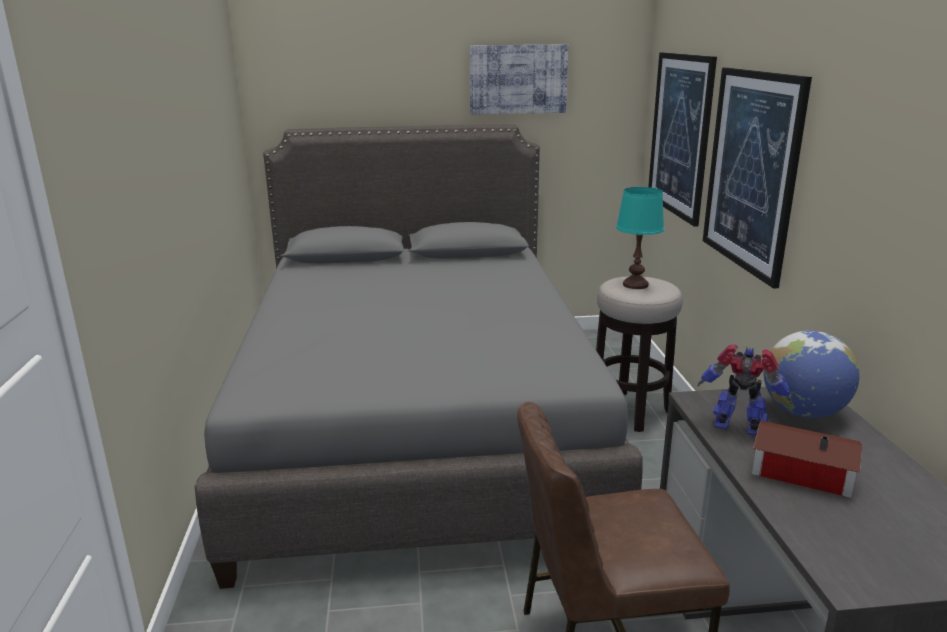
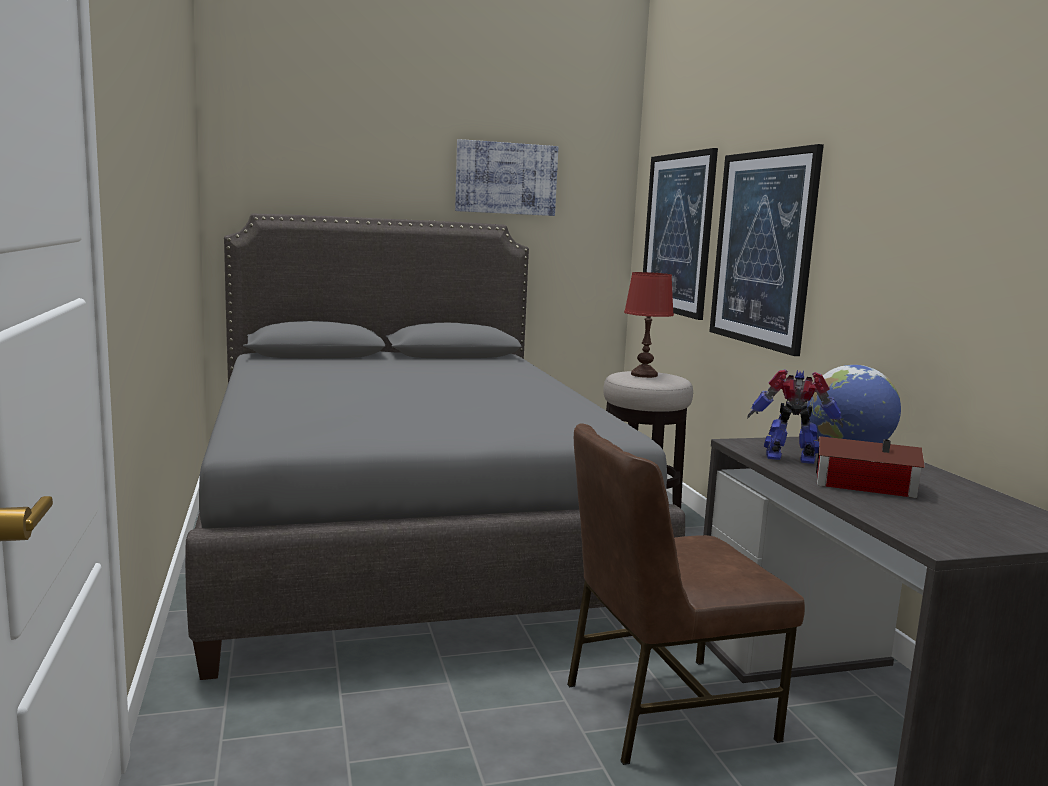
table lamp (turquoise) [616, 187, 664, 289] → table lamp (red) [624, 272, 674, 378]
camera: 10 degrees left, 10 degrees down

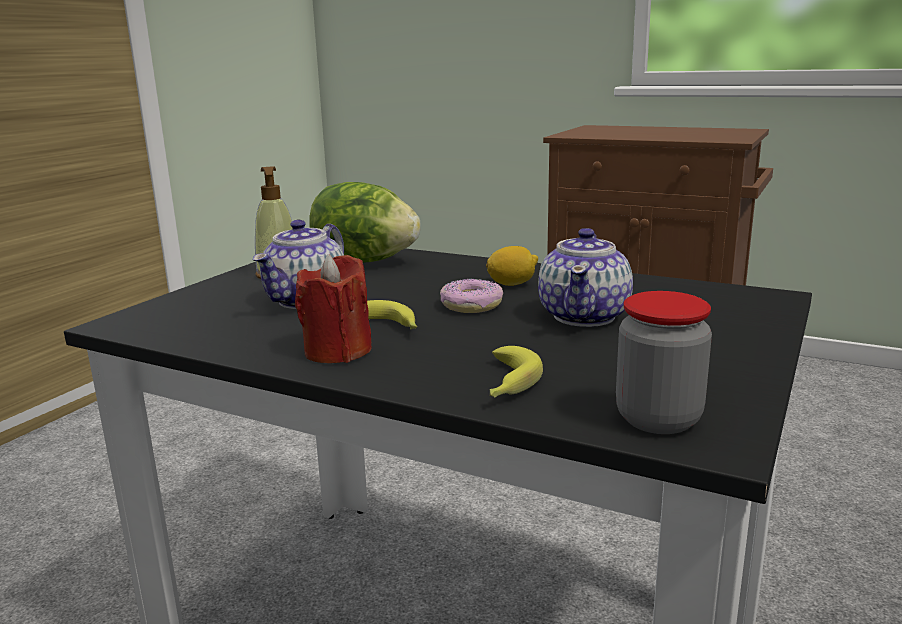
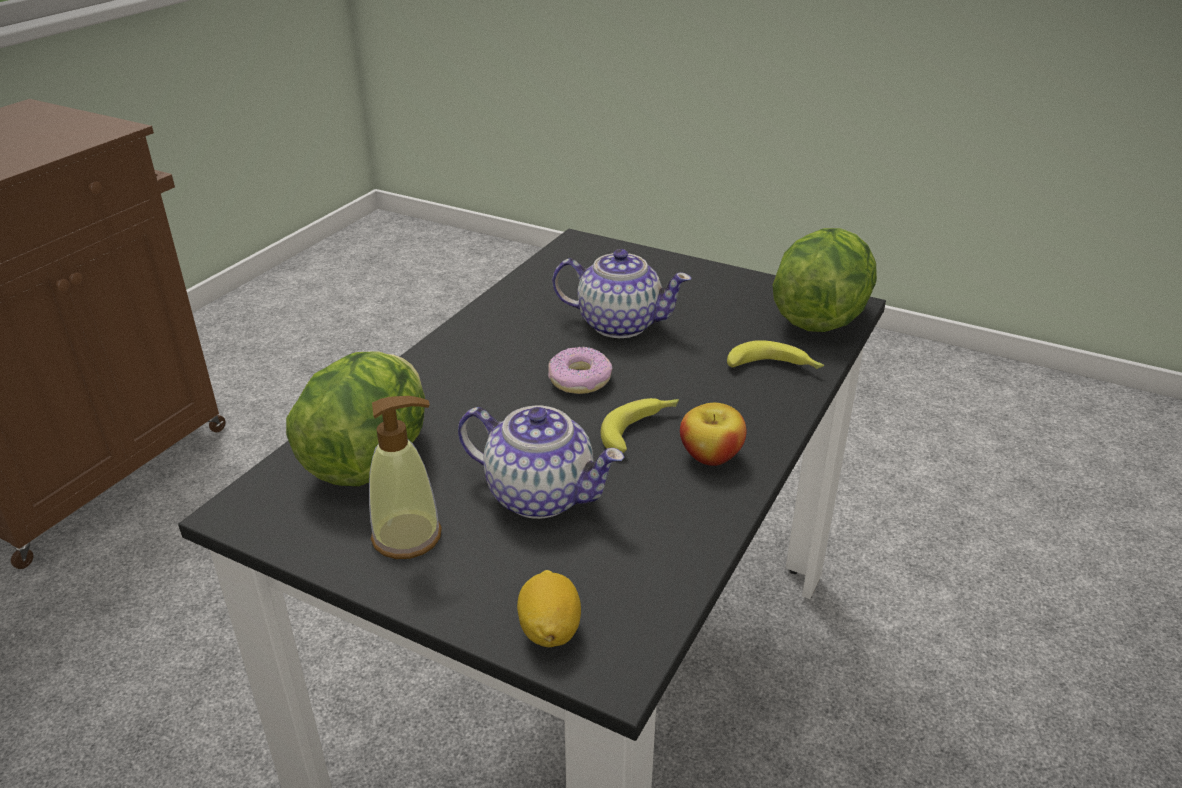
lemon [486, 246, 538, 286] → lemon [517, 570, 581, 647], move
candle (red) [295, 254, 372, 363] → apple [680, 403, 746, 466]
jar [616, 291, 712, 434] → lettuce [773, 228, 877, 332]
camera: 90 degrees left, 15 degrees up

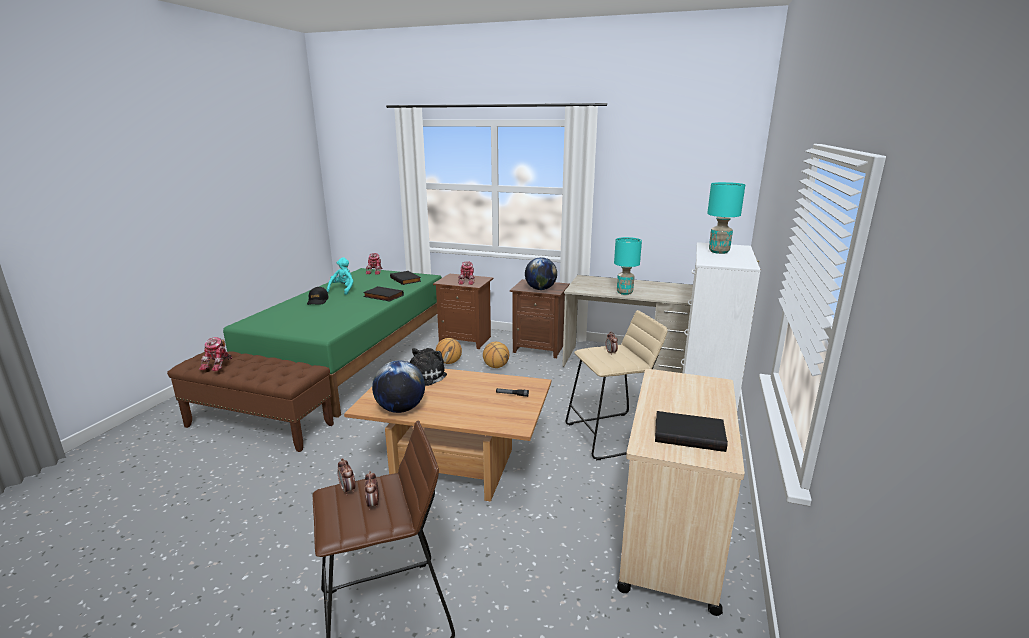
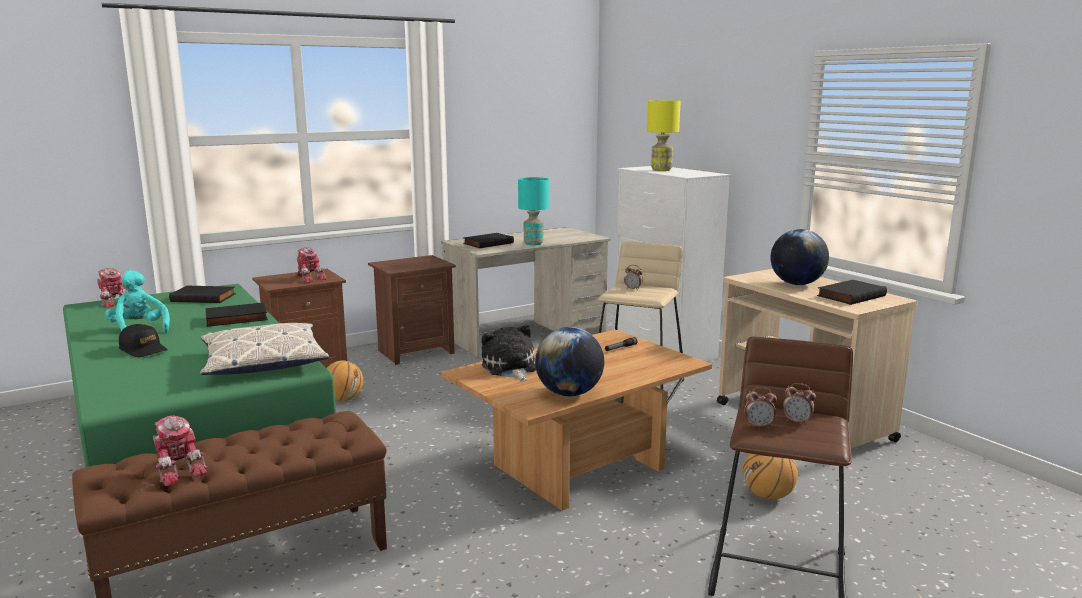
- → pillow [200, 323, 329, 375]
- → book (black) [463, 233, 514, 248]
basketball [483, 342, 509, 368] → basketball [743, 453, 798, 500], move
globe [525, 257, 557, 290] → globe [770, 229, 829, 285], move
table lamp (turquoise) [707, 182, 745, 254] → table lamp (yellow) [647, 100, 681, 171]
camera: 50 degrees left, 5 degrees down

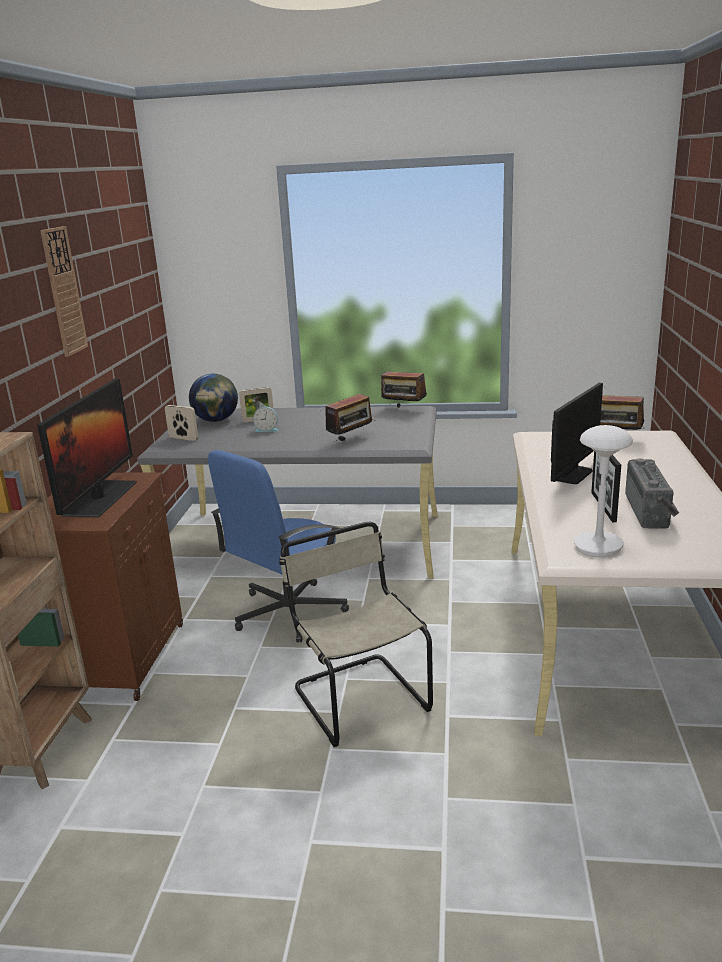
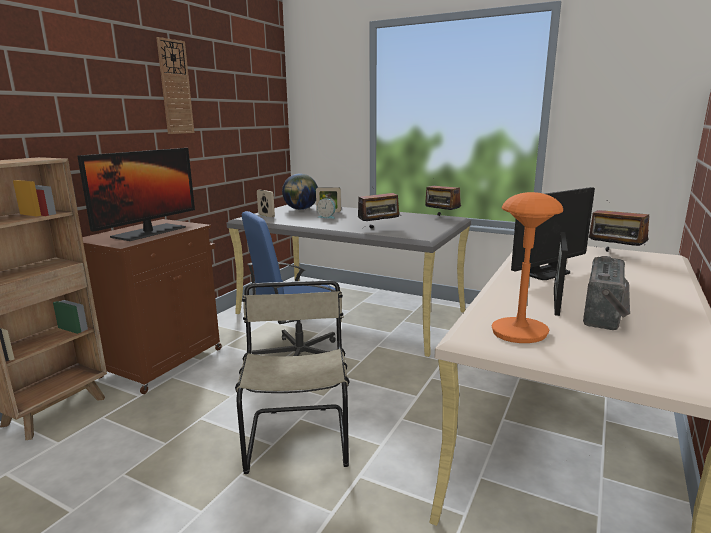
table lamp (white) [574, 425, 633, 557] → table lamp (orange) [491, 192, 563, 343]
camera: 20 degrees right, 5 degrees down

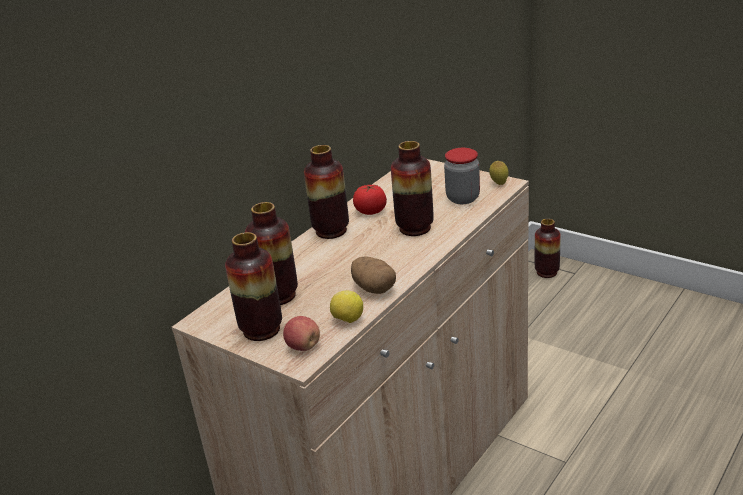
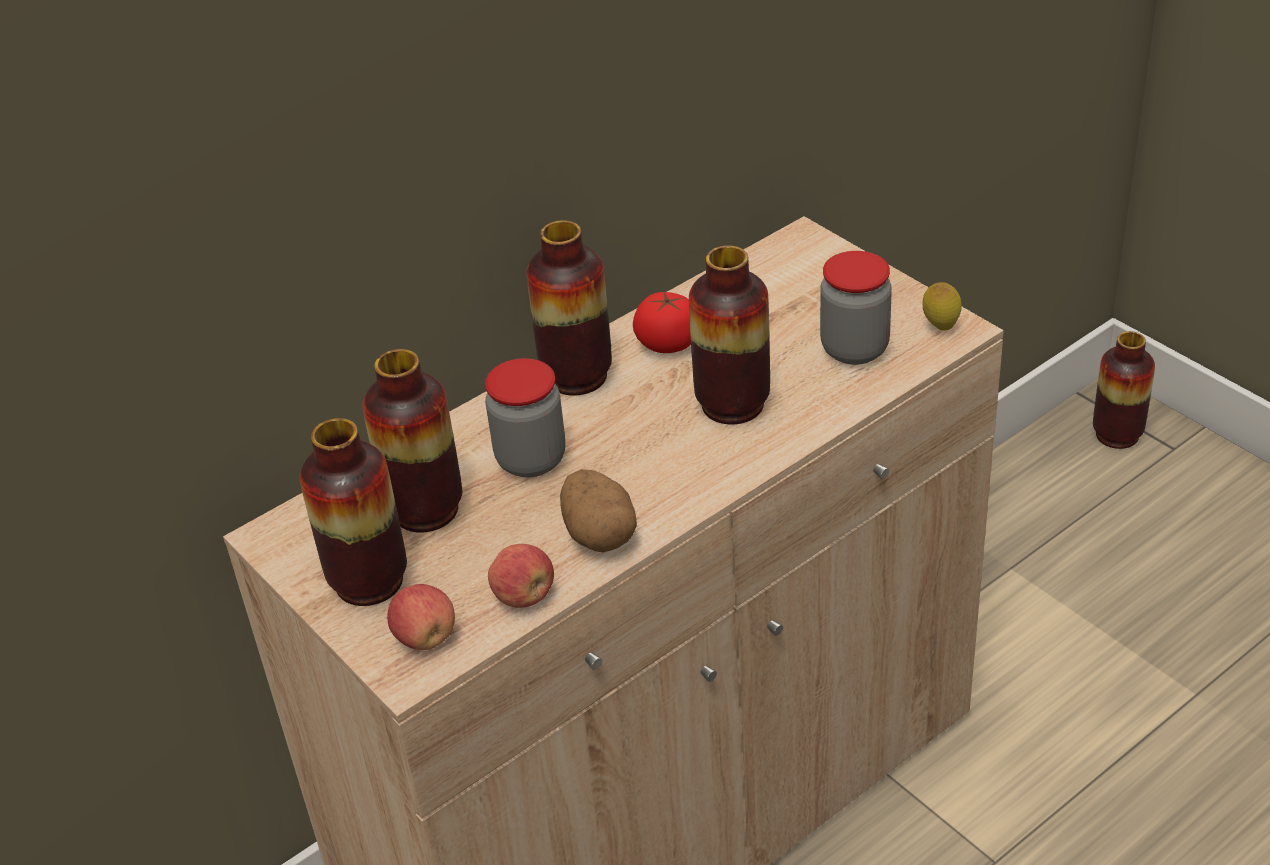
- → jar [485, 358, 566, 477]
lemon [330, 291, 363, 323] → apple [488, 544, 554, 608]
camera: 15 degrees right, 10 degrees up

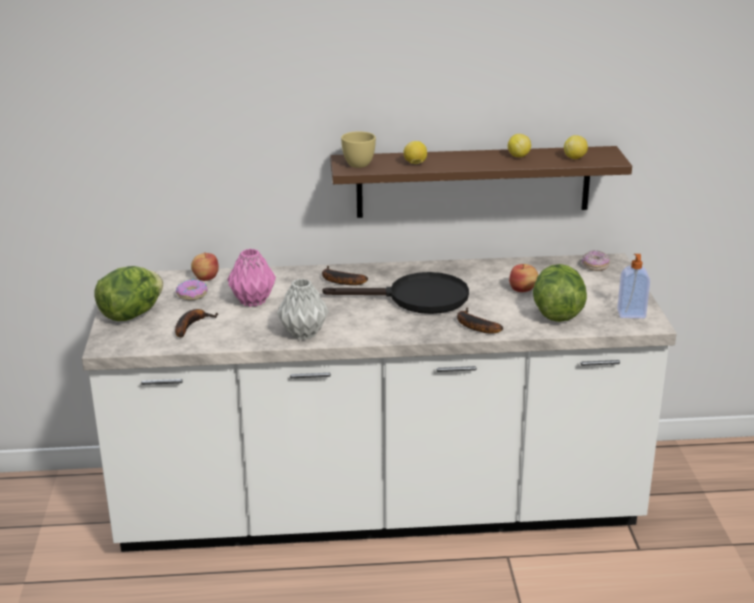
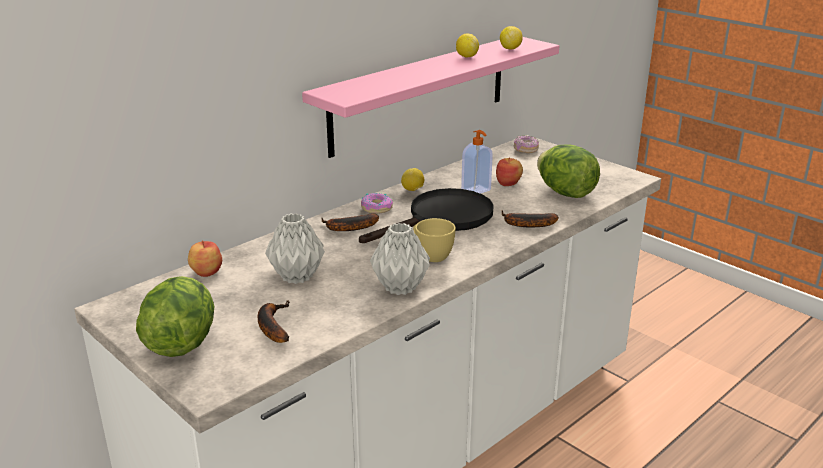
donut [176, 279, 208, 300] → donut [361, 193, 393, 214], move
cup (yellow) [341, 131, 376, 168] → cup (yellow) [413, 218, 456, 262], move
lemon [403, 141, 427, 164] → lemon [401, 168, 424, 191], move
soap dispenser [617, 254, 650, 318] → soap dispenser [461, 130, 493, 194], move
vase (pink) [227, 249, 276, 307] → vase (grey) [265, 213, 325, 284]
shelf (brown) [330, 146, 632, 218] → shelf (pink) [302, 37, 559, 158]
camera: 40 degrees left, 0 degrees up

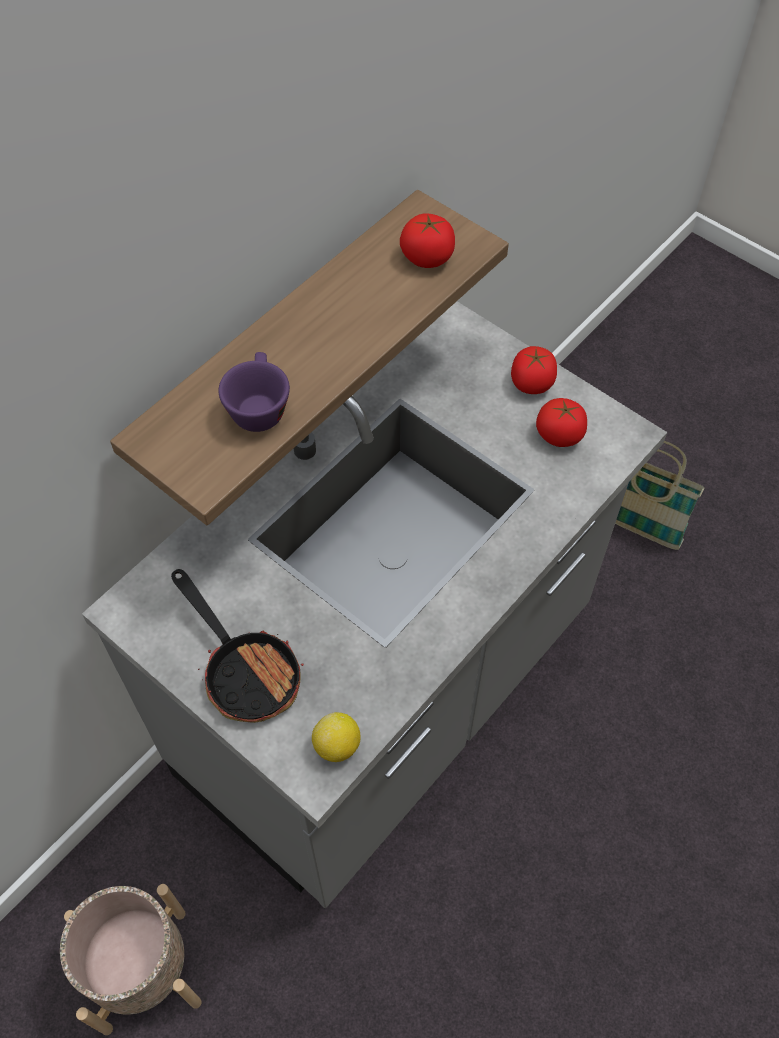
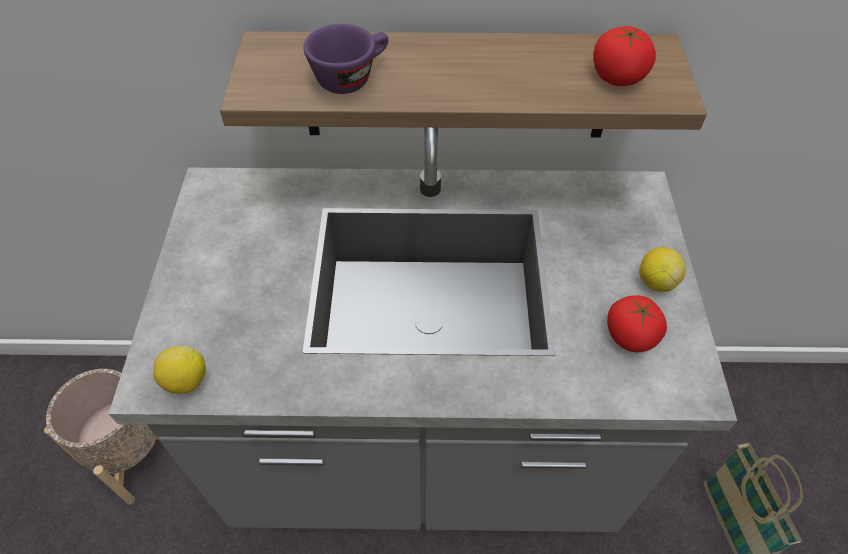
frying pan [171, 569, 304, 723] → -
tomato [511, 346, 557, 394] → lemon [639, 247, 686, 292]
camera: 50 degrees right, 5 degrees down

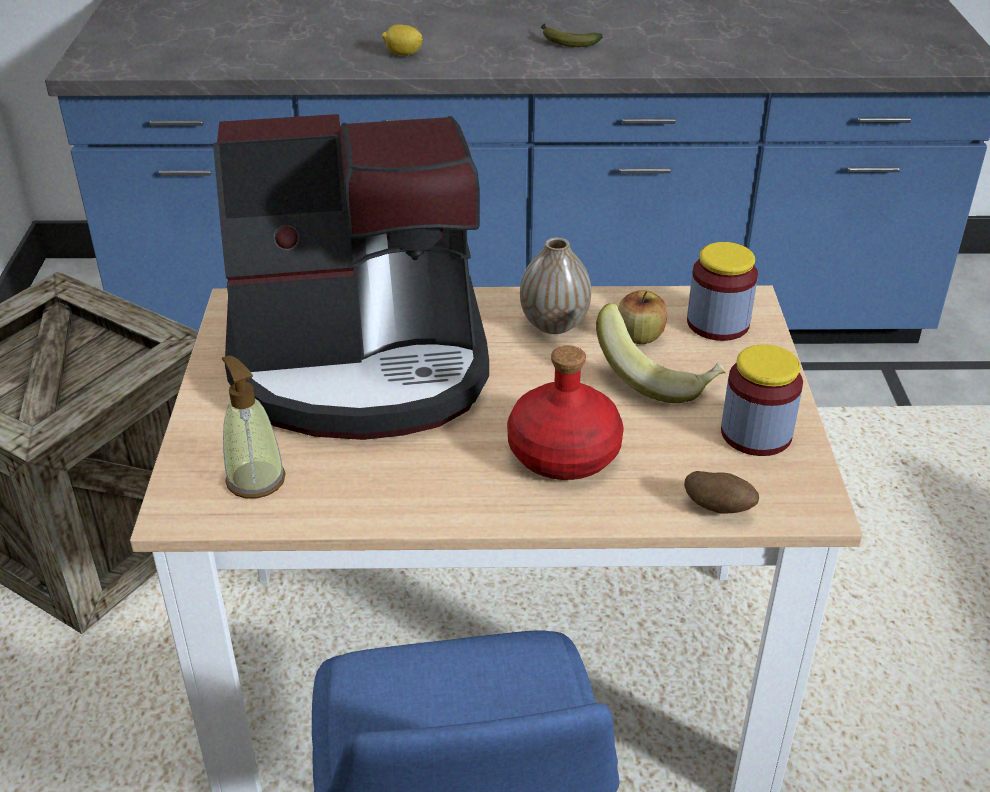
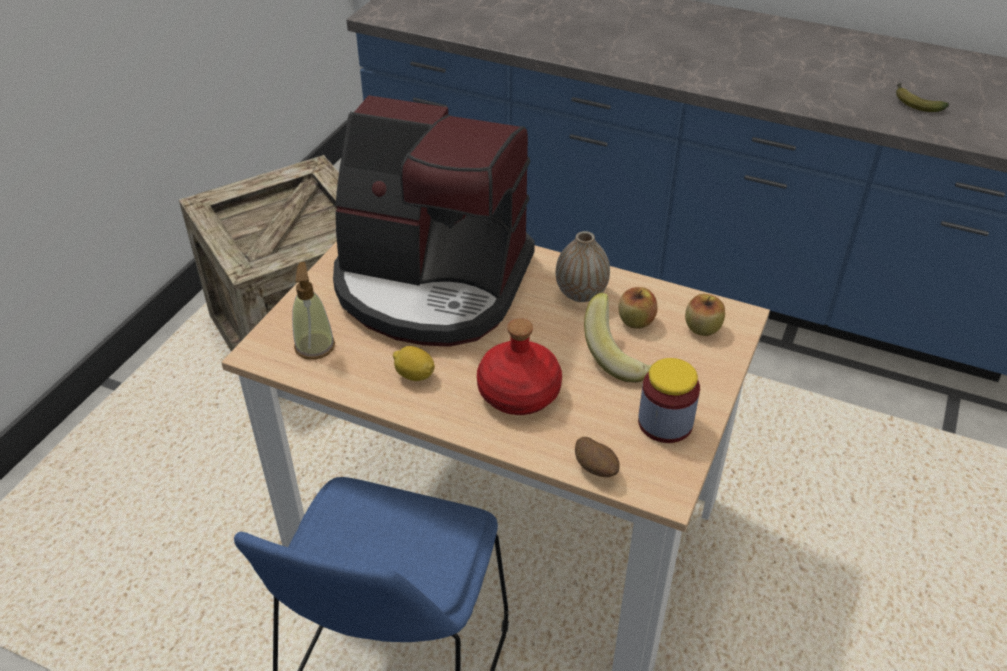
lemon [382, 24, 423, 56] → lemon [393, 346, 435, 381], move
banana [541, 24, 603, 47] → banana [896, 83, 949, 112], move
jar [687, 242, 758, 341] → apple [685, 294, 725, 336]
camera: 25 degrees right, 5 degrees up

